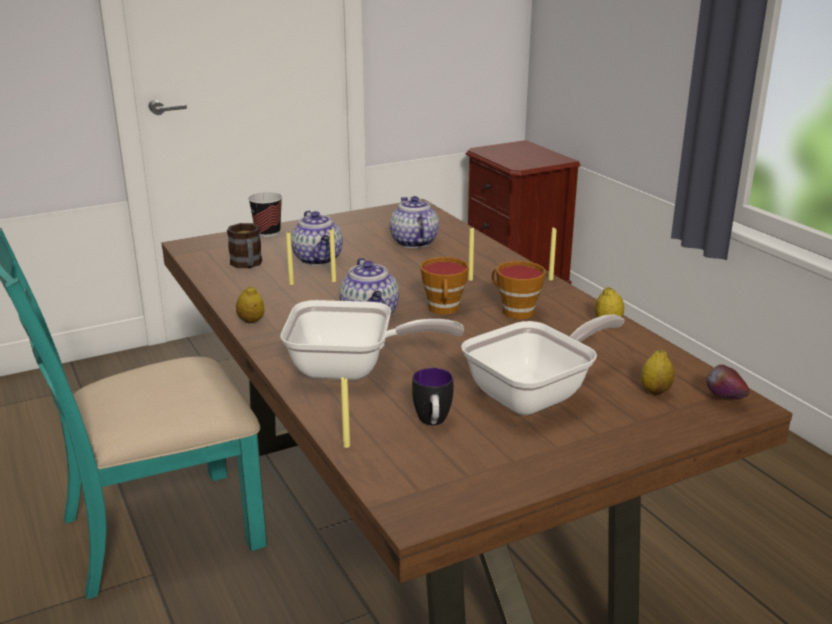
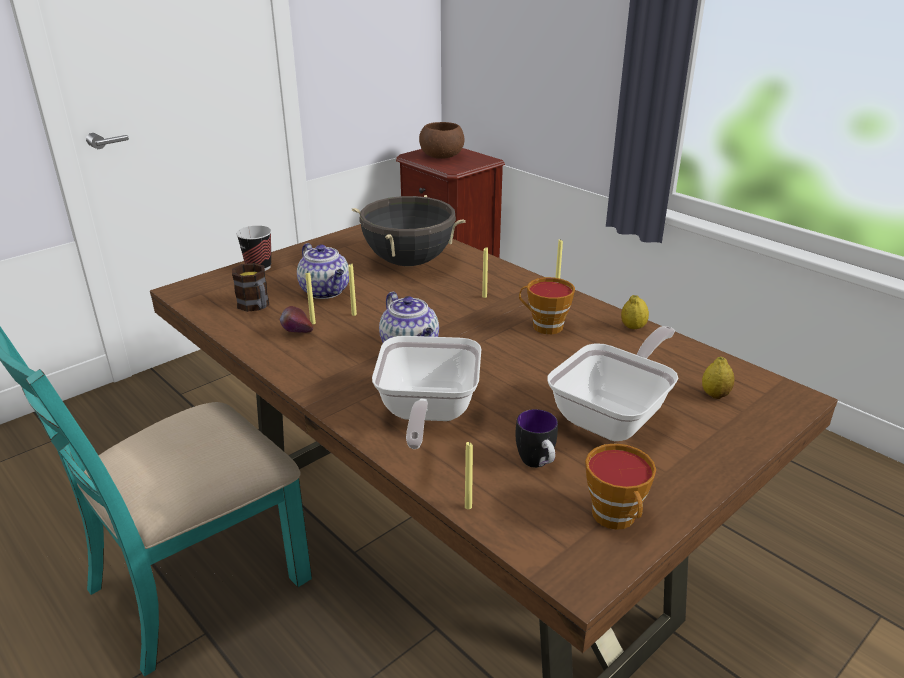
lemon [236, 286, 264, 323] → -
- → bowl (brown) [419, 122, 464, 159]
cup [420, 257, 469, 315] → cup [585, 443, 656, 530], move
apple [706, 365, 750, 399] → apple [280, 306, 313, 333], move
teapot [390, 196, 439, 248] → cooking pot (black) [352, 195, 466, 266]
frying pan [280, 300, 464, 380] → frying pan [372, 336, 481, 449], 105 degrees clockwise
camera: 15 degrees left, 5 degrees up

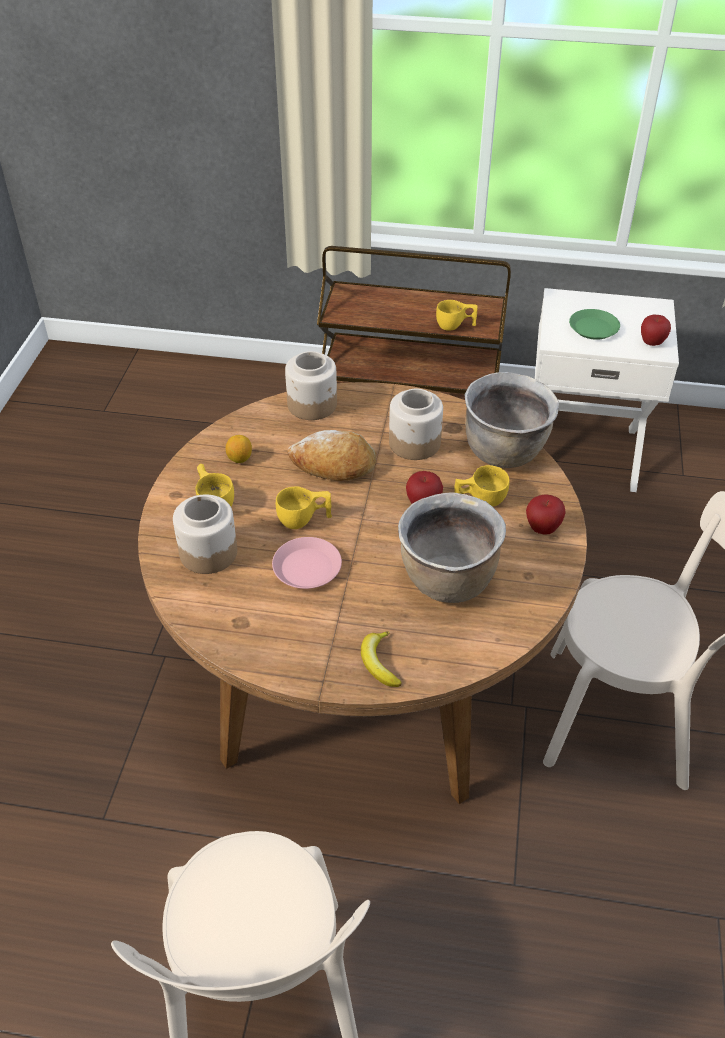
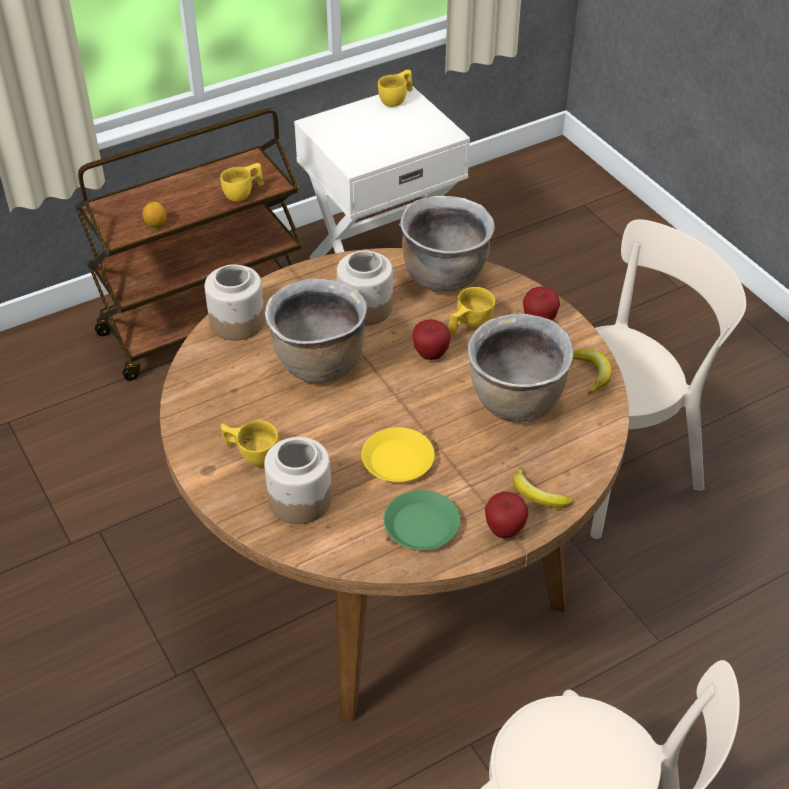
- → banana [573, 349, 612, 395]
lemon [226, 435, 252, 463] → lemon [142, 202, 166, 227], move
cup (yellow) [276, 486, 332, 529] → cup (yellow) [378, 70, 413, 107], move
plate (green) [569, 309, 620, 340] → plate (green) [384, 490, 460, 550], move
apple [641, 315, 671, 346] → apple [485, 492, 528, 539], move
bread [287, 430, 376, 481] → cooking pot (brown) [265, 278, 367, 383]
plate (pink) [272, 537, 342, 589] → plate (yellow) [362, 427, 435, 482]
camera: 40 degrees left, 0 degrees up

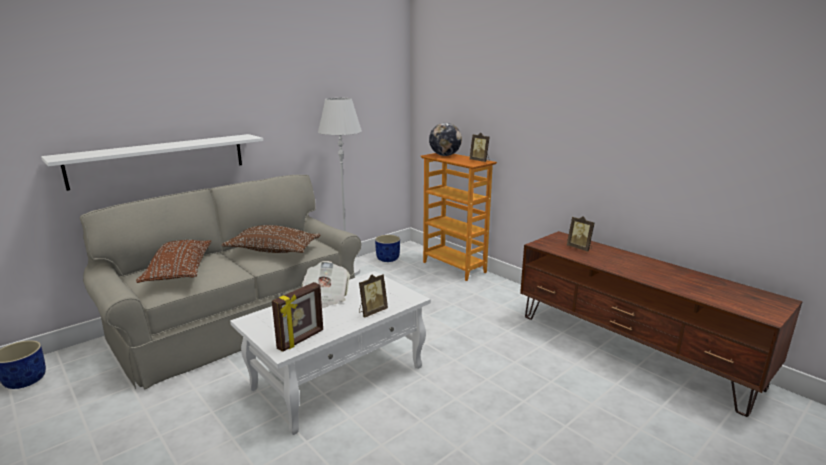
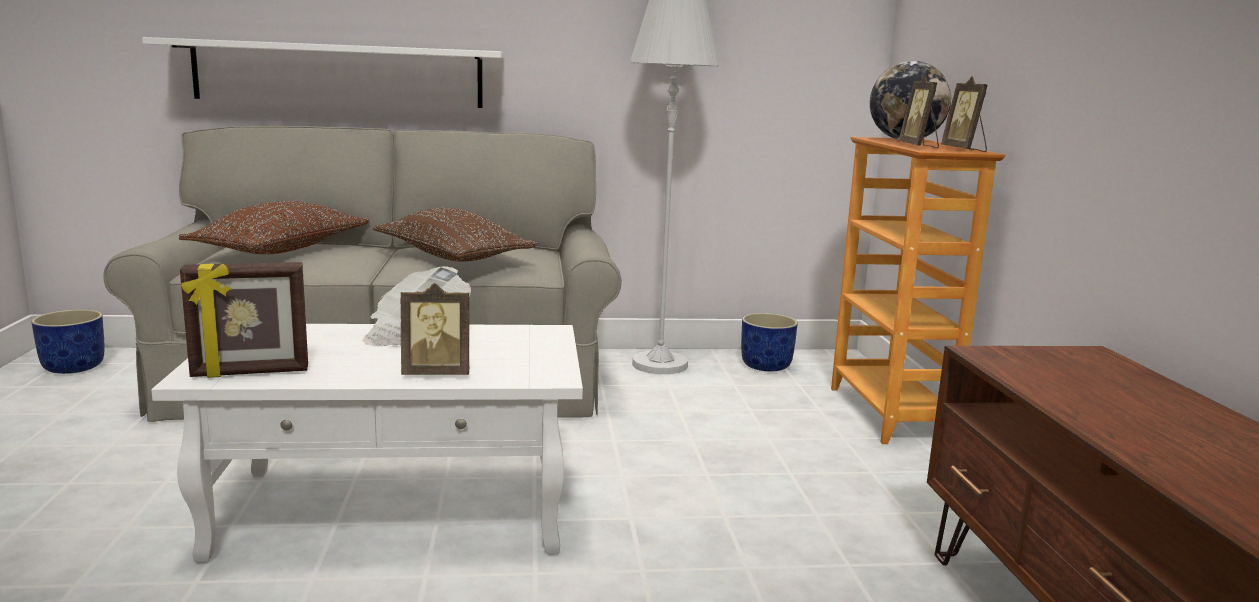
picture frame [567, 216, 595, 252] → picture frame [898, 74, 939, 148], move
camera: 35 degrees right, 5 degrees down

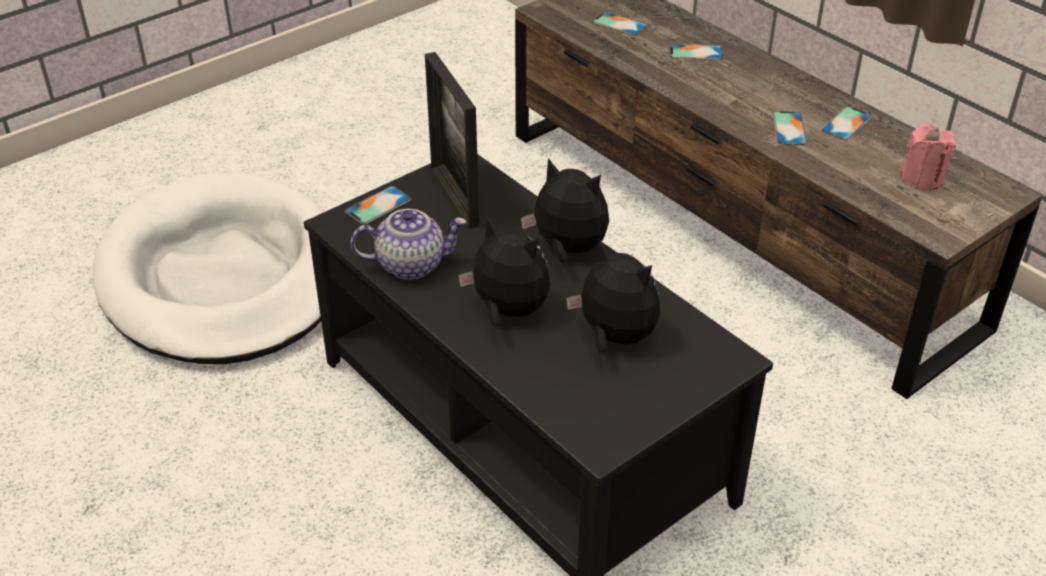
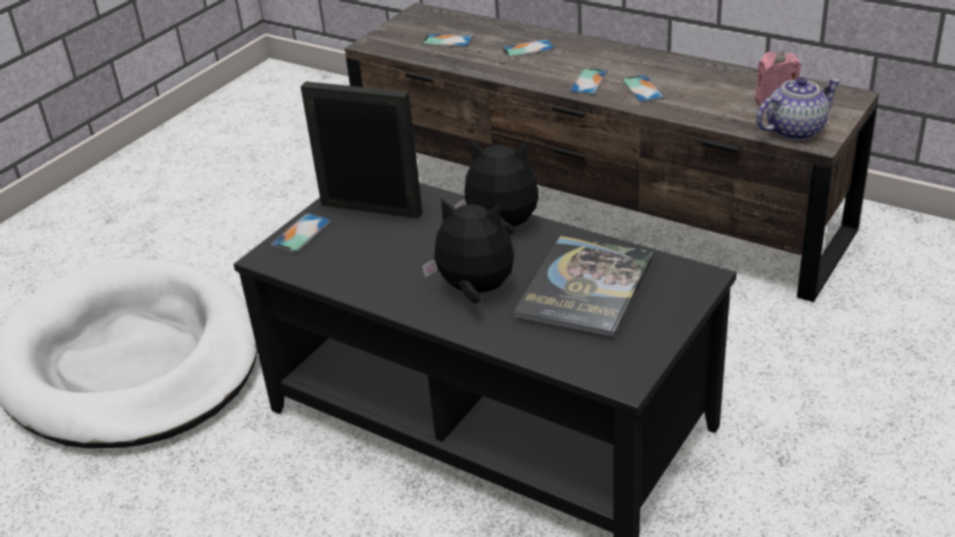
teapot [350, 209, 466, 280] → teapot [756, 77, 841, 141], move
phone [821, 106, 872, 141] → phone [570, 68, 608, 95], move
plush toy [566, 239, 660, 355] → book [513, 236, 654, 338]
picture frame [425, 52, 479, 228] → picture frame [300, 81, 423, 219], 150 degrees clockwise
camera: 15 degrees left, 5 degrees down

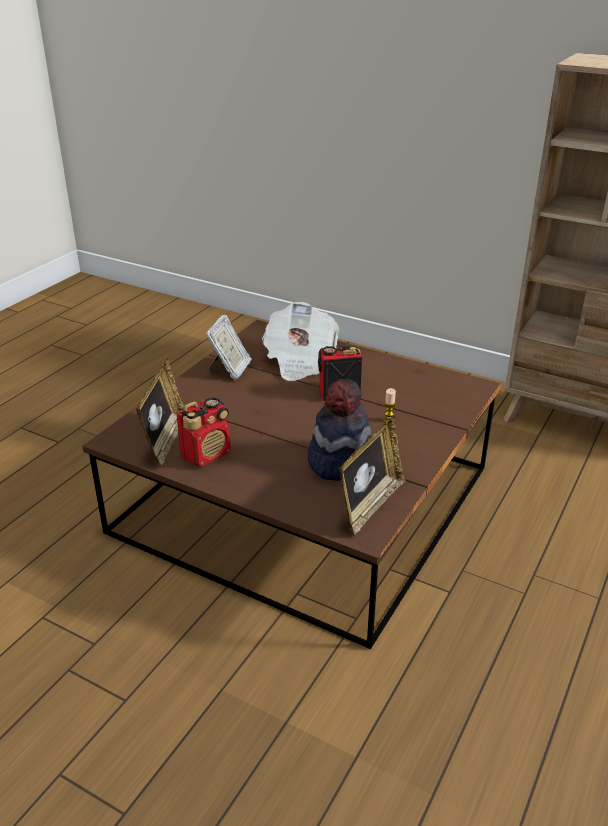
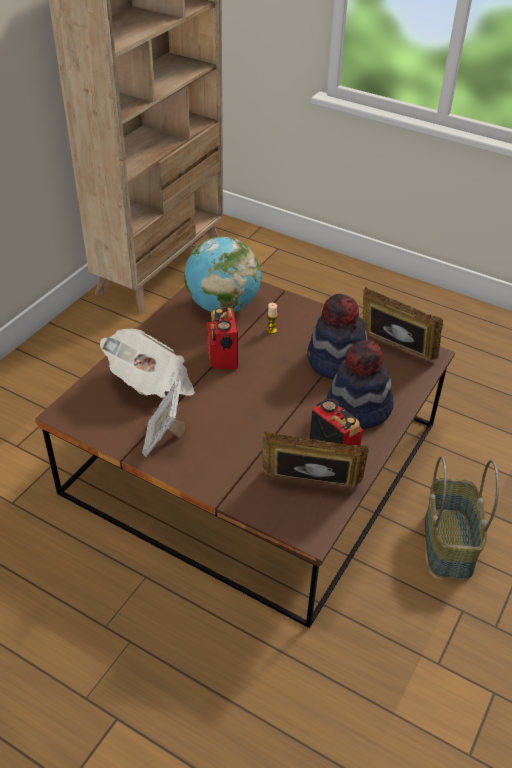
- → globe [184, 236, 261, 312]
- → hat [327, 340, 394, 429]
- → basket [425, 456, 499, 579]
picture frame [205, 315, 252, 380] → picture frame [142, 380, 186, 457], 105 degrees counterclockwise
camera: 90 degrees left, 10 degrees up

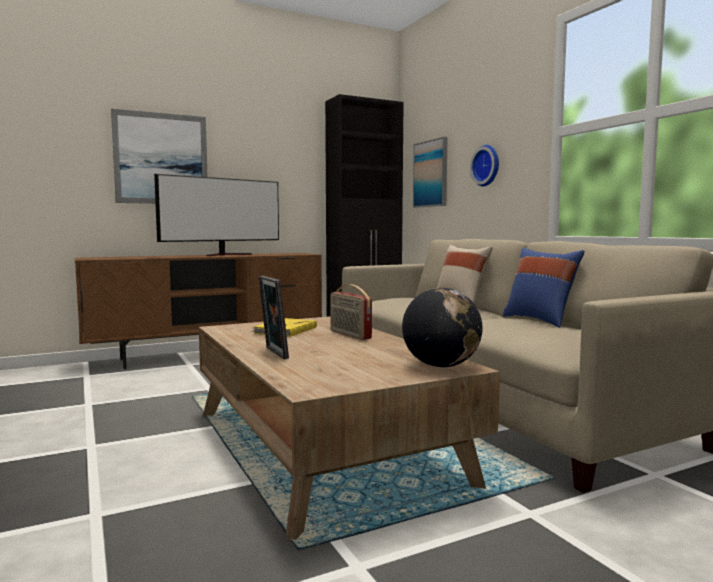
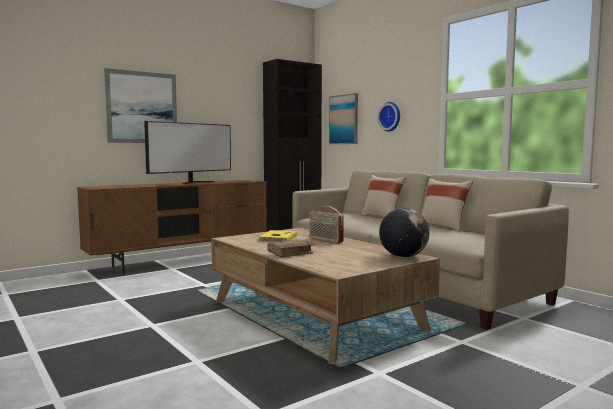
picture frame [258, 276, 289, 359] → book (brown) [267, 239, 314, 258]
pillow (blue) [503, 248, 584, 328] → pillow (beige) [422, 178, 473, 231]
camera: 10 degrees left, 0 degrees up

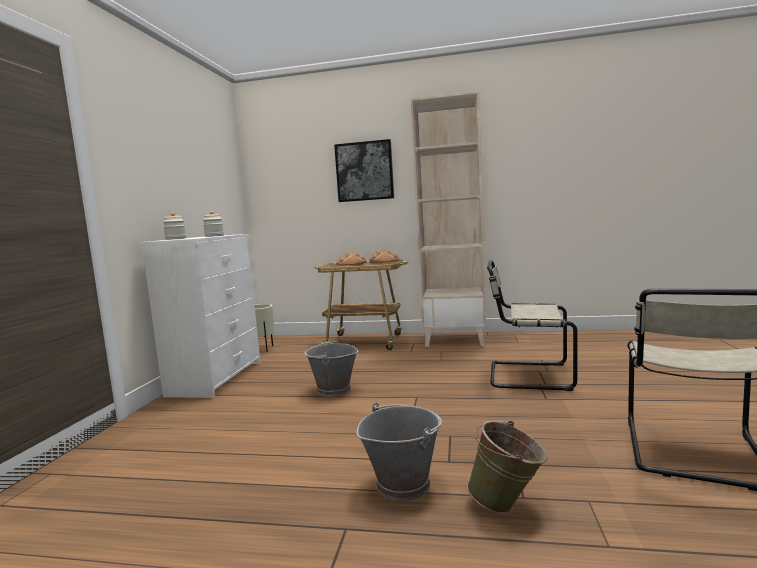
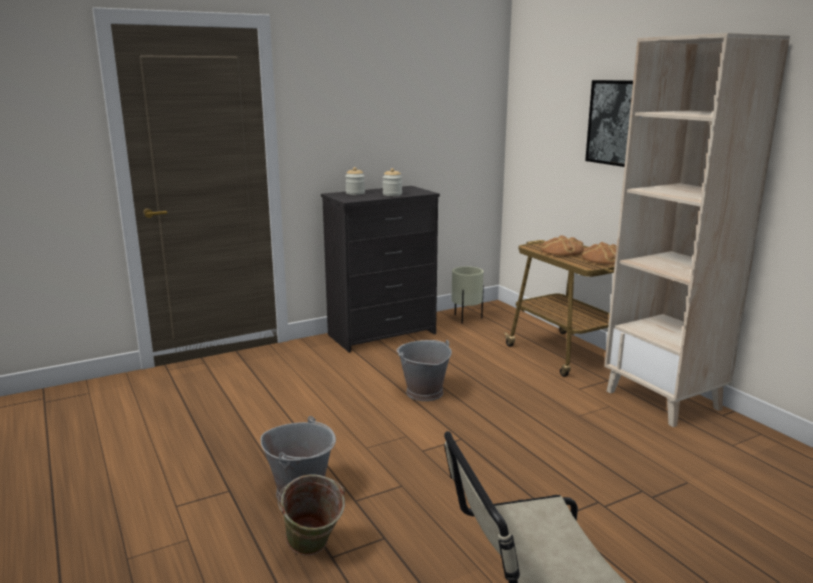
chair (beige) [487, 260, 577, 391] → -
dresser (white) [140, 234, 261, 398] → dresser (black) [321, 186, 440, 353]
camera: 50 degrees right, 10 degrees up

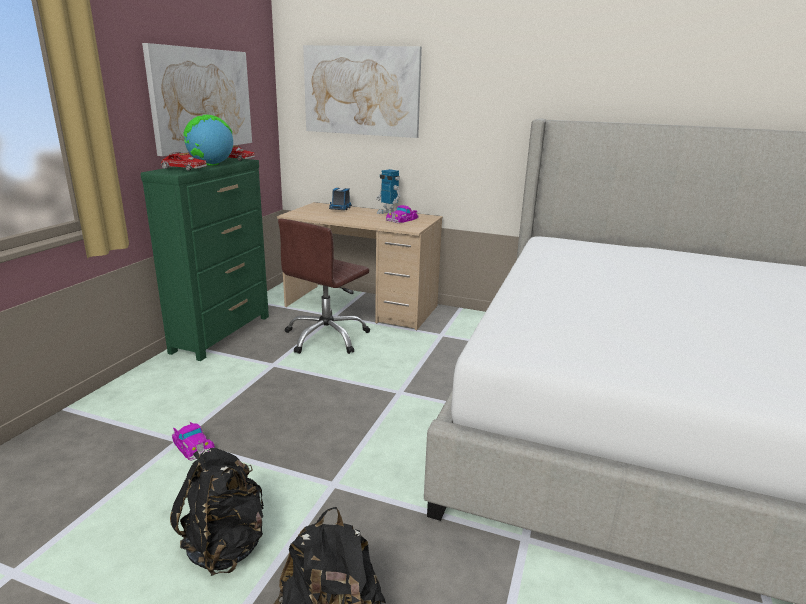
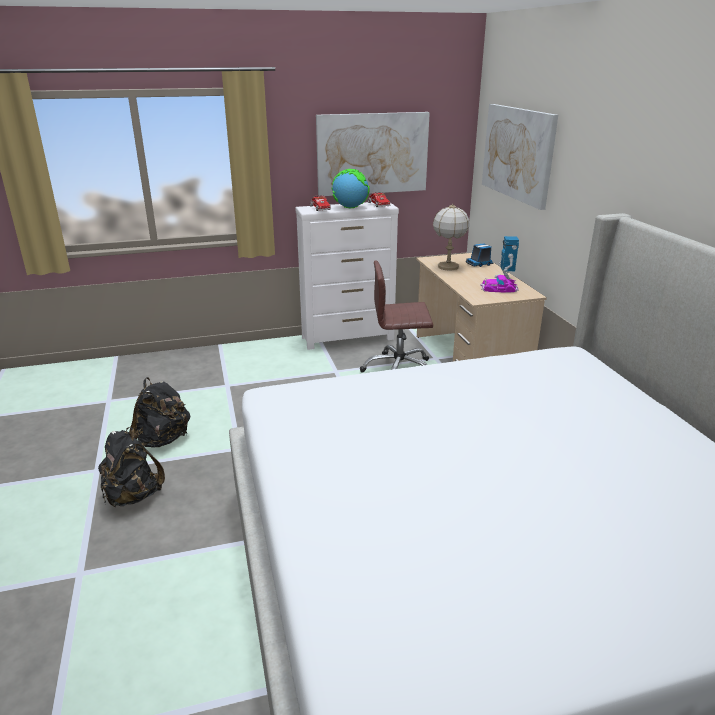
toy car [172, 422, 215, 461] → -
- → table lamp [433, 204, 470, 270]
dresser (green) [141, 158, 269, 361] → dresser (white) [296, 202, 399, 350]
camera: 55 degrees right, 5 degrees up

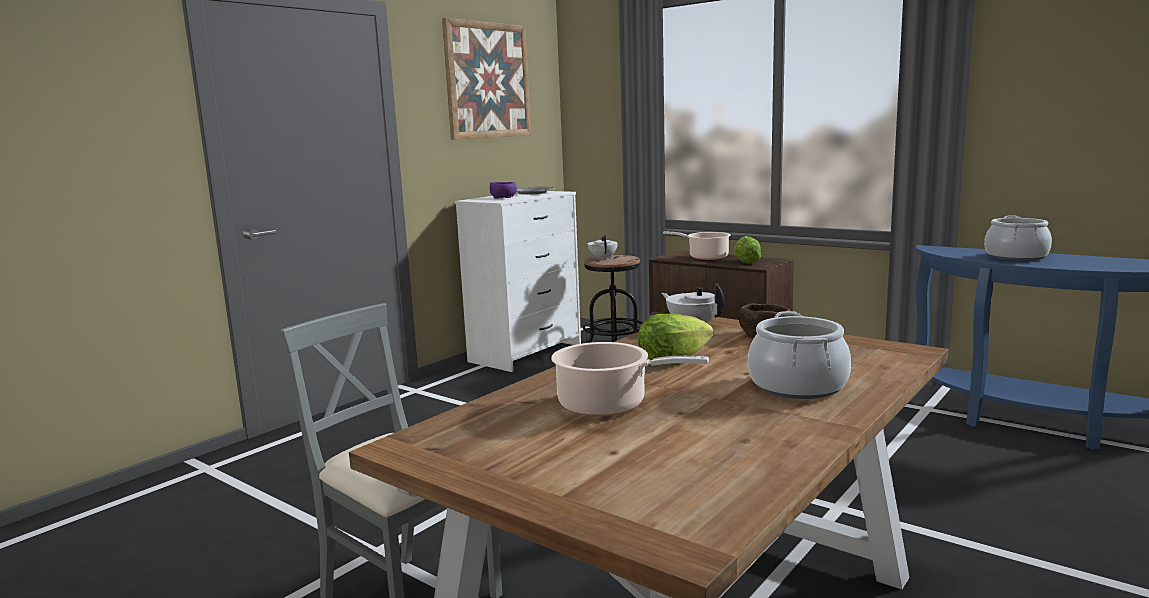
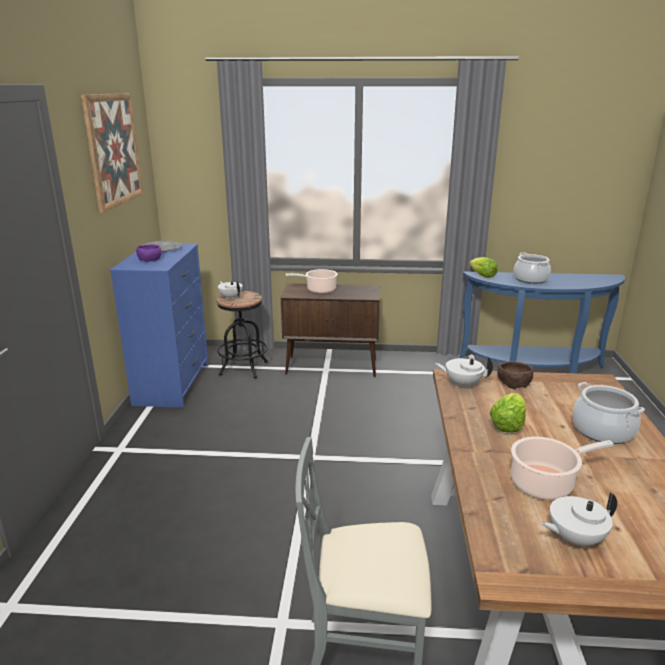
- → teapot (white) [540, 492, 617, 548]
lettuce [735, 236, 761, 264] → lettuce [469, 257, 498, 278], move
dresser (white) [455, 191, 581, 372] → dresser (blue) [110, 244, 209, 408]
camera: 35 degrees left, 10 degrees up

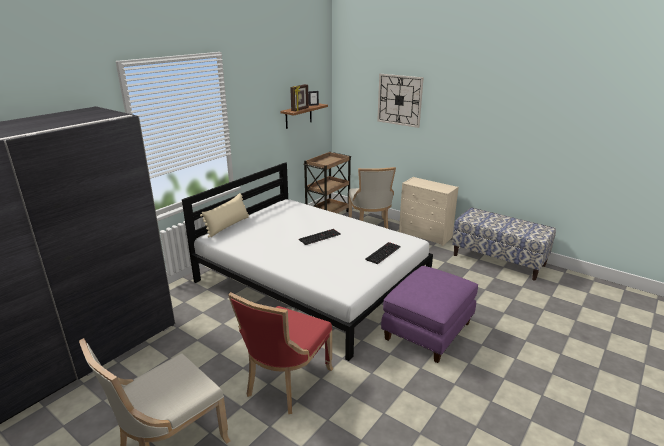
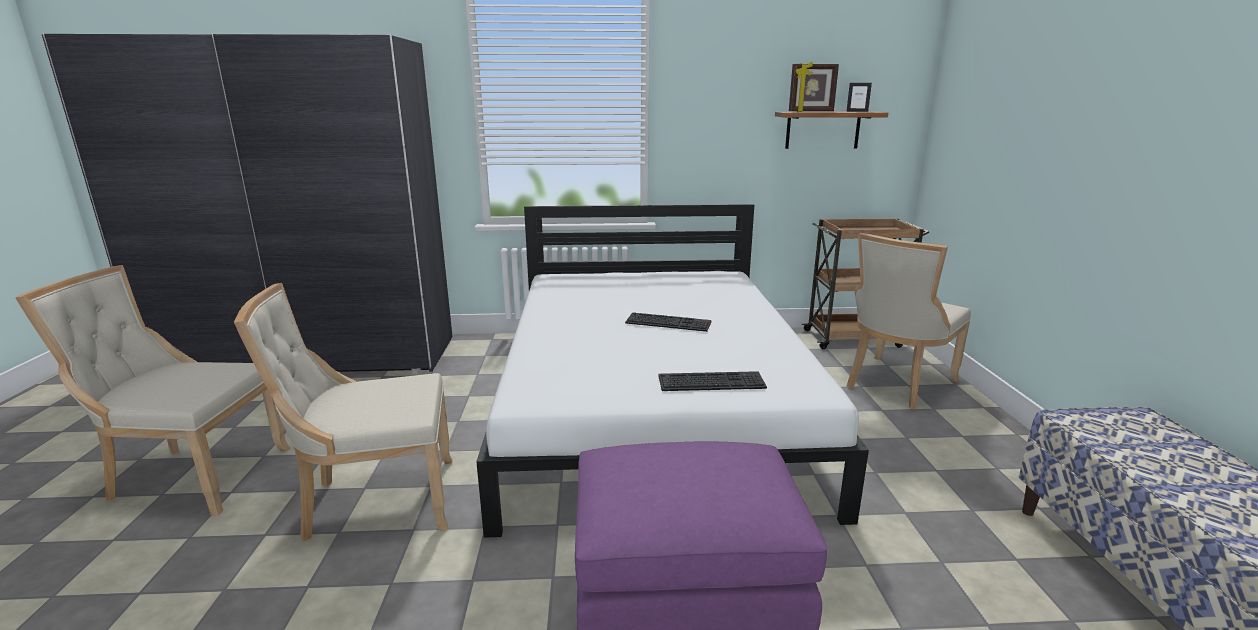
pillow (beige) [200, 193, 249, 237] → -
wall clock [377, 74, 424, 128] → -
dresser (beige) [399, 177, 459, 246] → -
chair (red) [228, 292, 333, 414] → chair (beige) [234, 283, 452, 542]
camera: 50 degrees right, 5 degrees down

